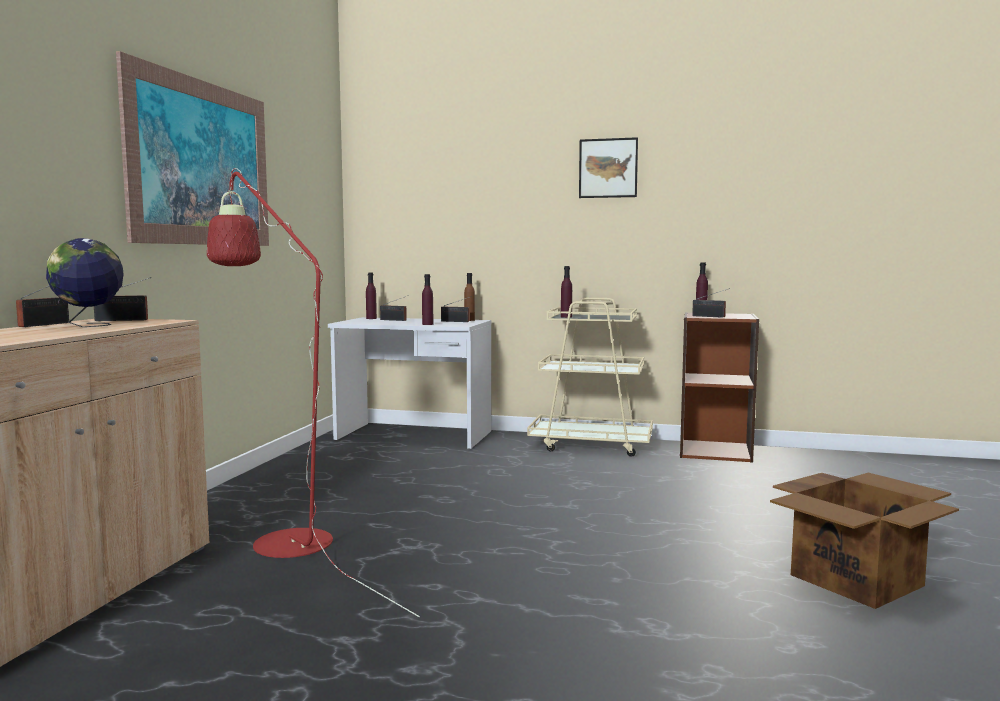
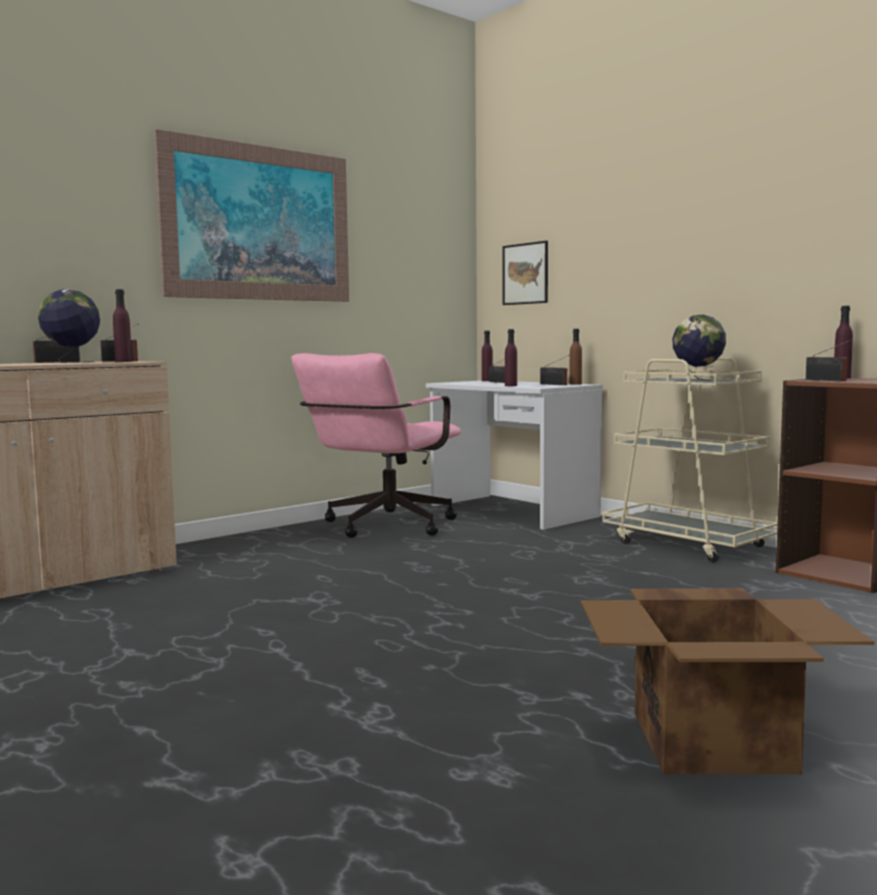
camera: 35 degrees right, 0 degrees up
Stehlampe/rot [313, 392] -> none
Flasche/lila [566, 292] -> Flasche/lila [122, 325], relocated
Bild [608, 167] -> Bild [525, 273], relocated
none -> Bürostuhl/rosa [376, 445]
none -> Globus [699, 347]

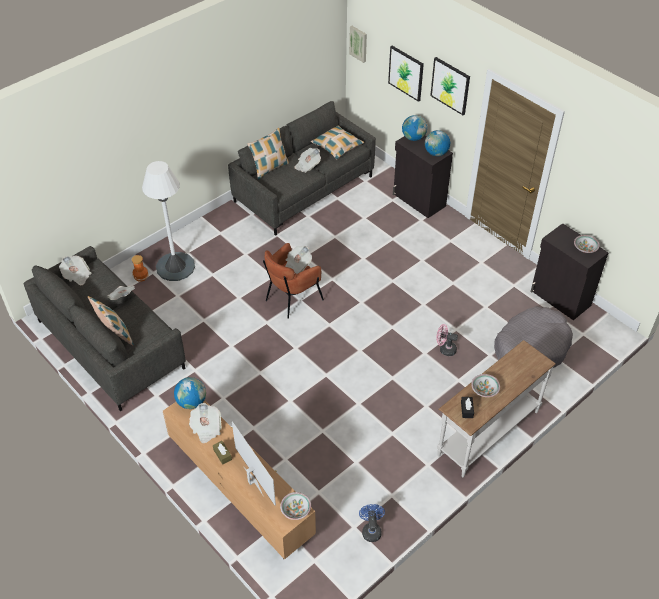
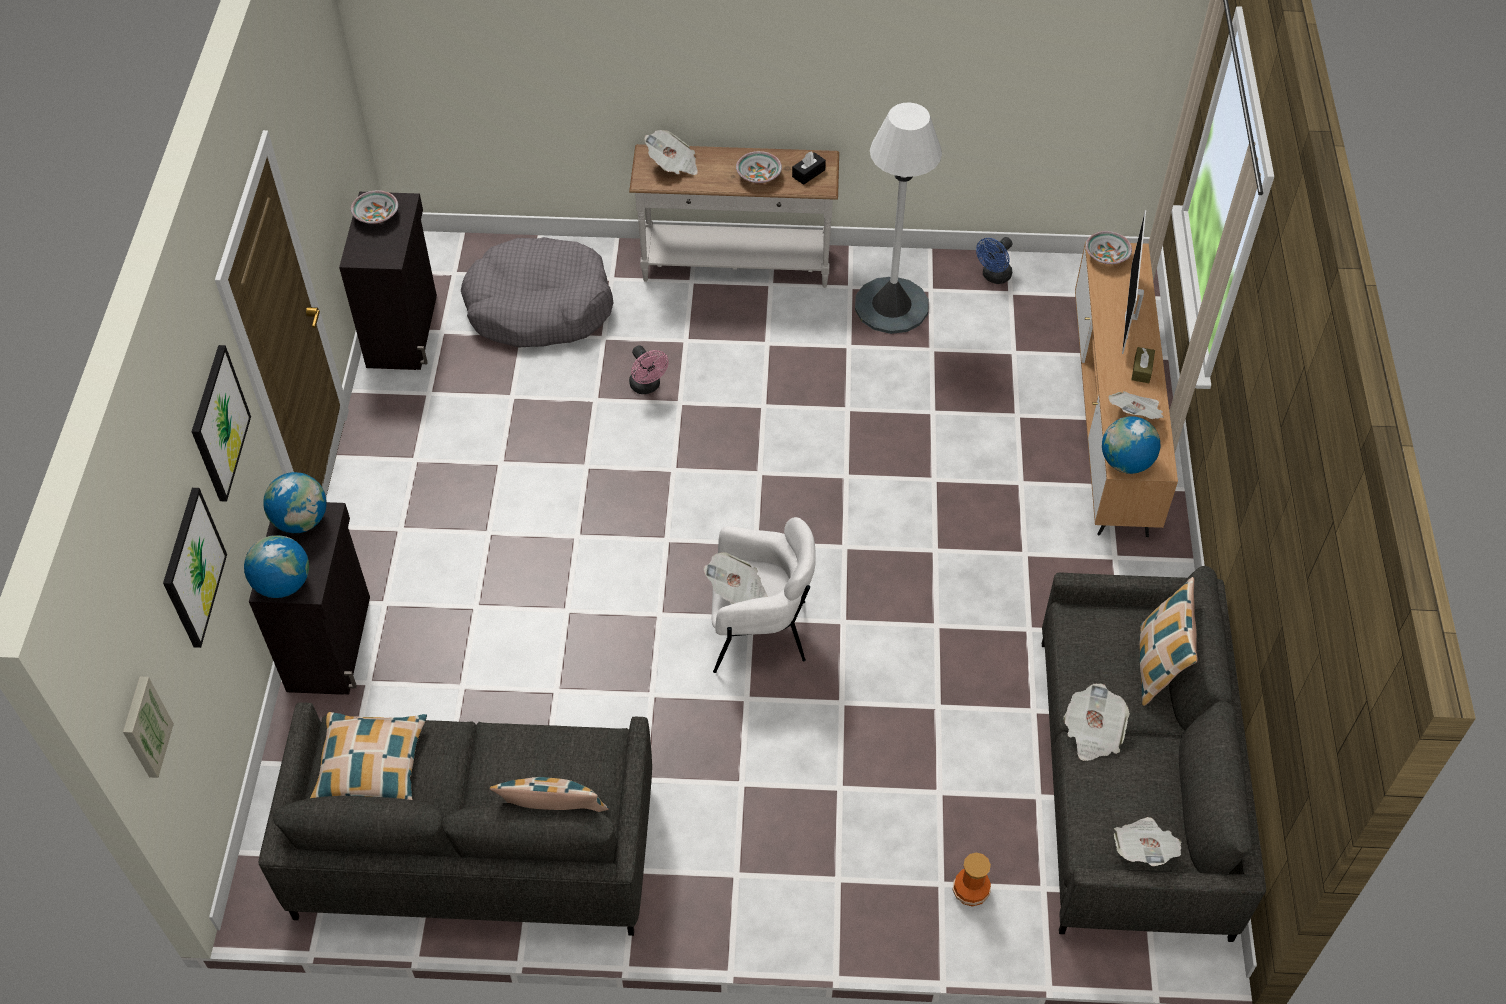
camera: 135 degrees left, 5 degrees up
Stehlampe/weiß [168, 221] -> Stehlampe/weiß [898, 218], relocated
Sessel/braun [293, 281] -> Sessel/weiß [764, 595]
Zeitung [308, 160] -> Zeitung [671, 152], relocated

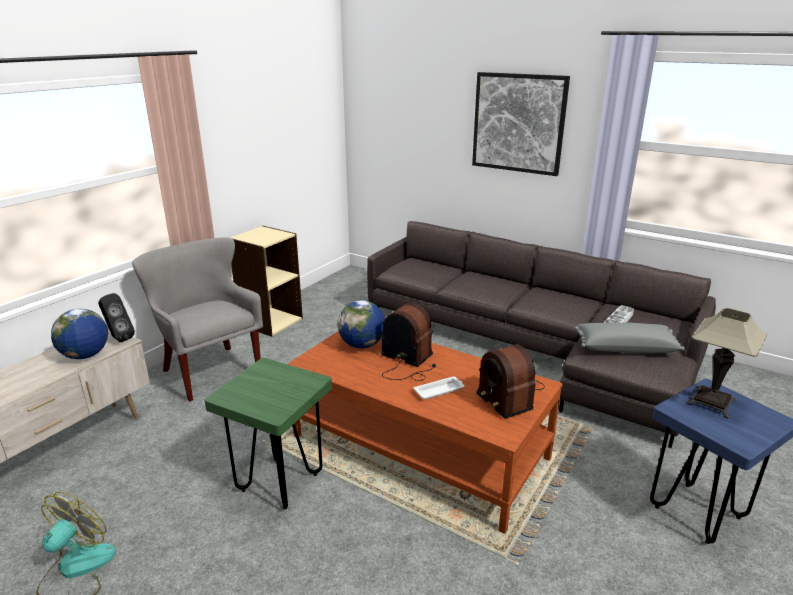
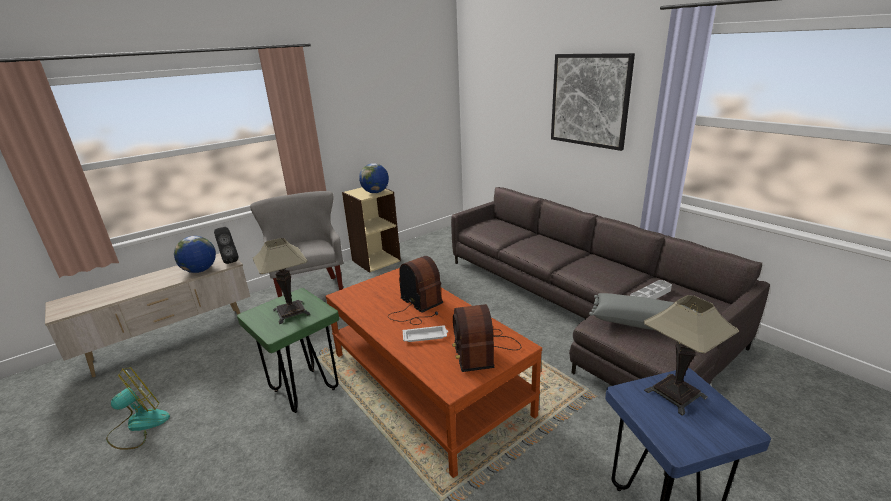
camera: 20 degrees right, 0 degrees up
Globus [361, 324] -> Globus [374, 178], relocated
none -> Tischlampe [281, 281]

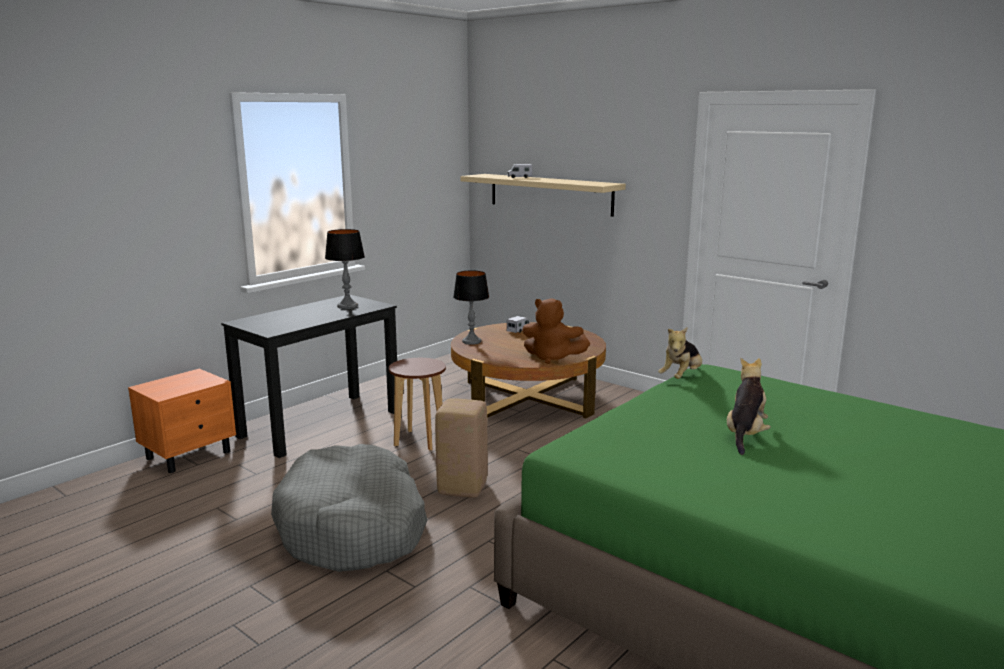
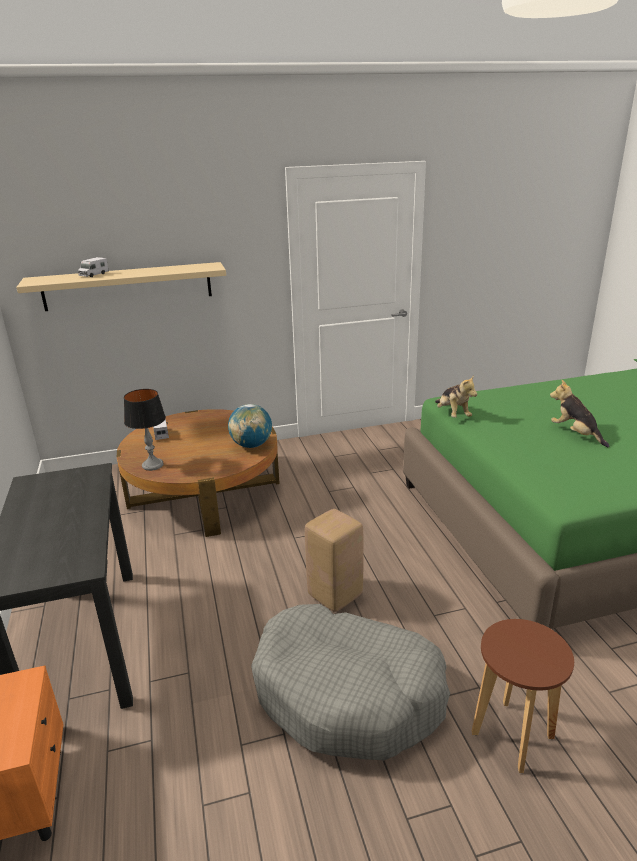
camera: 55 degrees left, 10 degrees up
Tischlampe [345, 269] -> none
Hocker/braun [417, 404] -> Hocker/braun [523, 696], relocated
Plüschtier/braun [556, 331] -> Globus [250, 426]

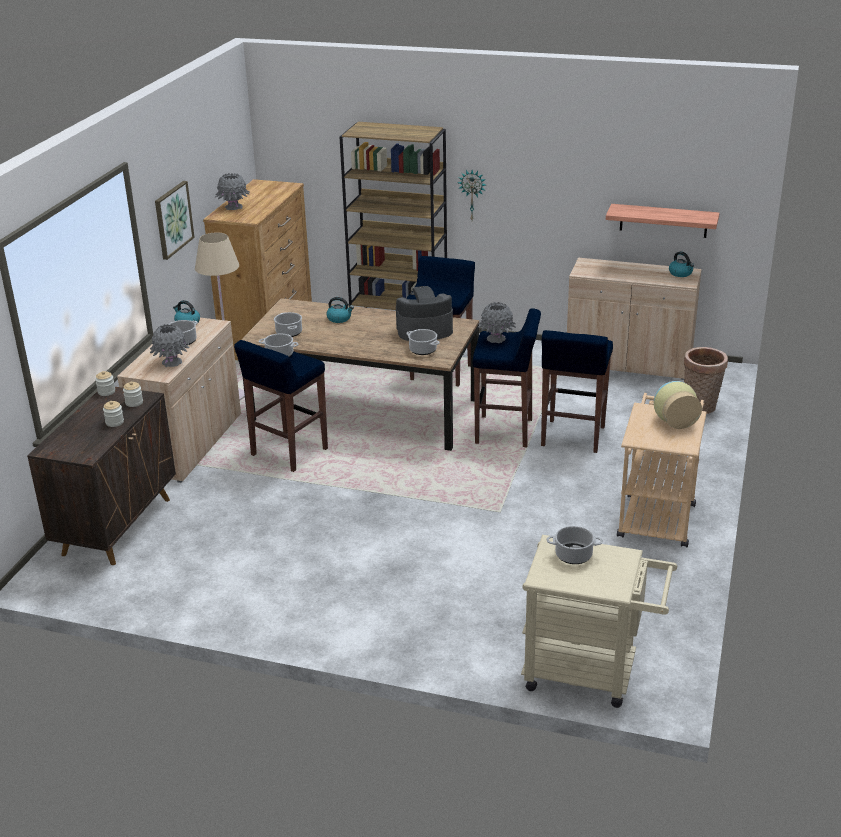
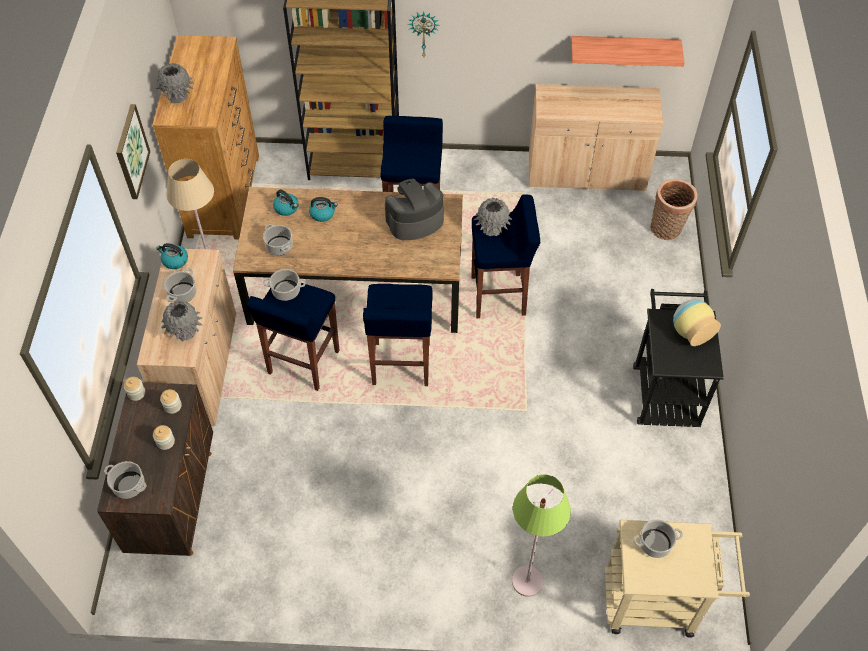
camera: 15 degrees left, 25 degrees up
Kochtopf [423, 342] -> Kochtopf [125, 480], relocated
Hocker/blau [577, 391] -> Hocker/blau [398, 335], relocated
Rollwagen/beige [662, 470] -> Rollwagen/schwarz [678, 358]
Wasserkessel [681, 264] -> Wasserkessel [286, 203], relocated
none -> Stehlampe/grün [541, 535]

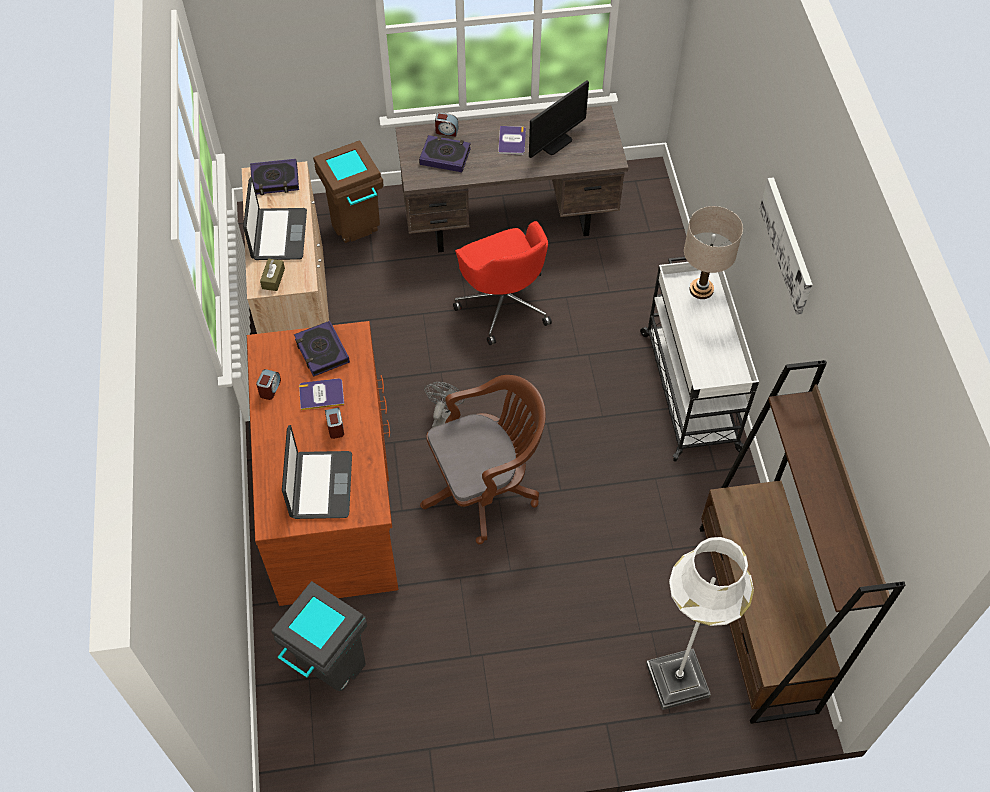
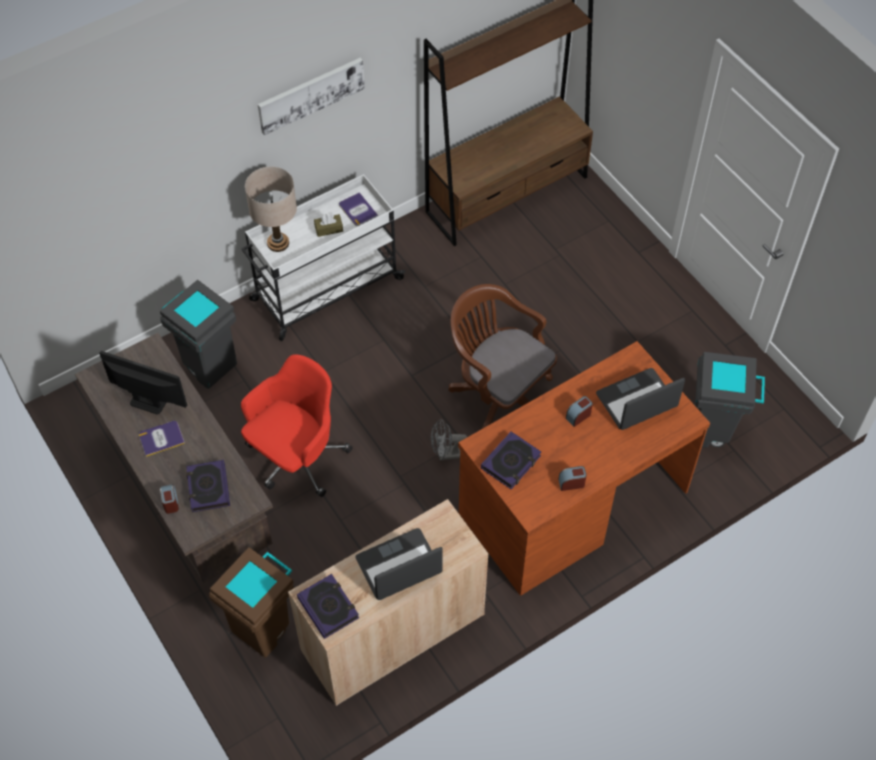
camera: 115 degrees left, 0 degrees up
Taschentuchbox/braun [272, 275] -> Taschentuchbox/braun [328, 225], relocated
Buch [321, 394] -> Buch [358, 209], relocated
Stehlampe/weiß [700, 623] -> none
none -> Mülleimer/grau [198, 334]

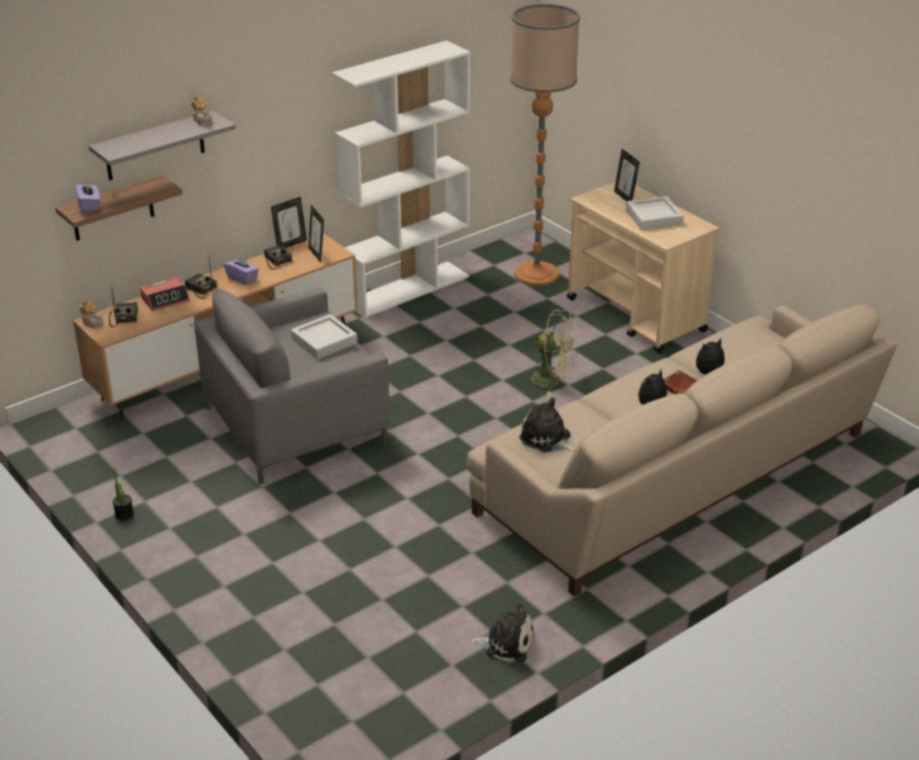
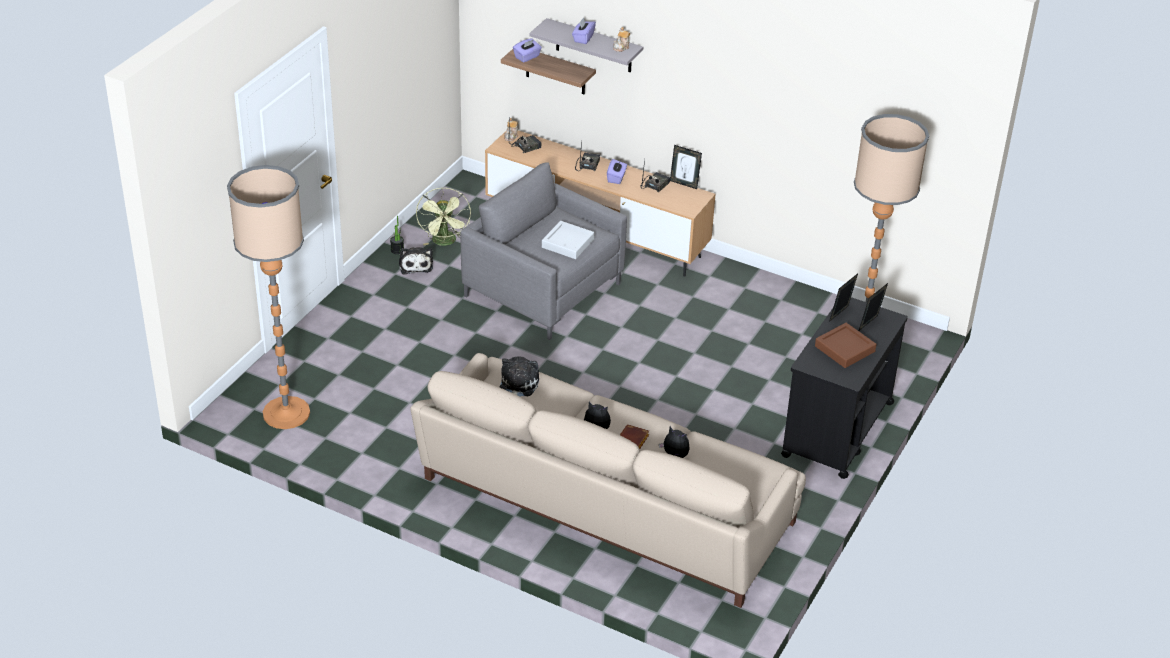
camera: 65 degrees right, 5 degrees up
Wecker [165, 294] -> none
Bilderrahmen [316, 234] -> Bilderrahmen [843, 297], relocated
Bücherregal/weiß [401, 179] -> none
Plüschtier [501, 632] -> Plüschtier [416, 261], relocated
Ventilator/grün [552, 353] -> Ventilator/grün [443, 217], relocated
Rollwagen/beige [643, 268] -> Rollwagen/schwarz [844, 388]
Tablett/grau [654, 213] -> Tablett/braun [845, 345]
none -> Stehlampe [268, 297]
none -> Taschentuchbox/lila [584, 30]

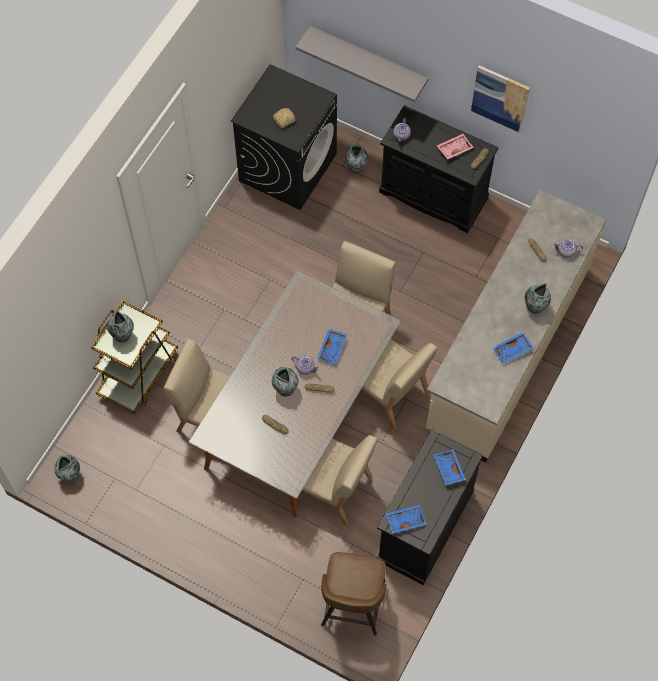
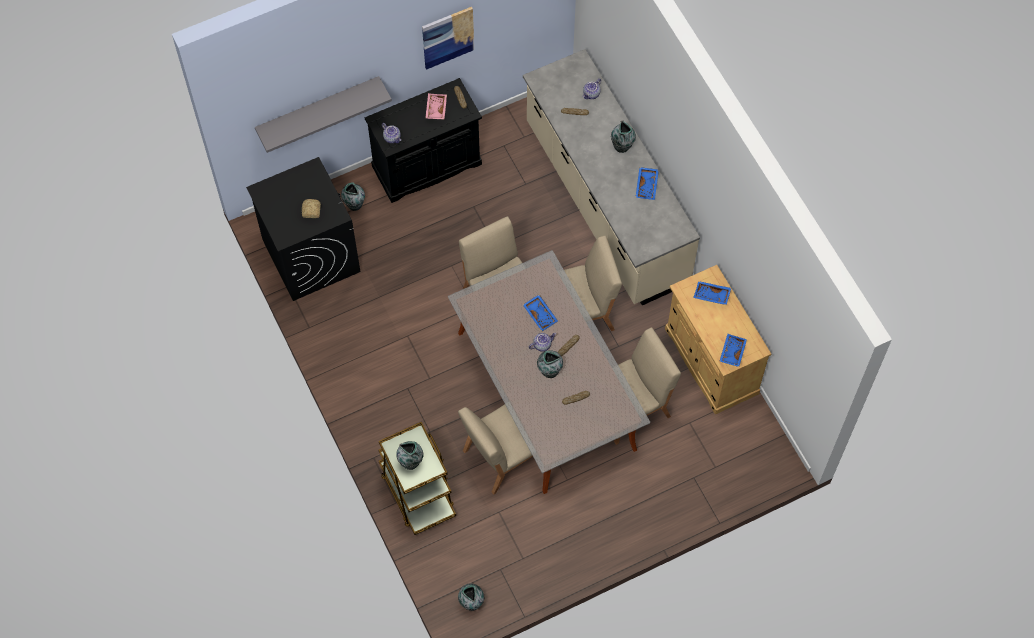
camera: 55 degrees left, 0 degrees up
Hocker/braun [354, 593] -> none
Schrank/schwarz [430, 507] -> Schrank/beige [718, 339]

